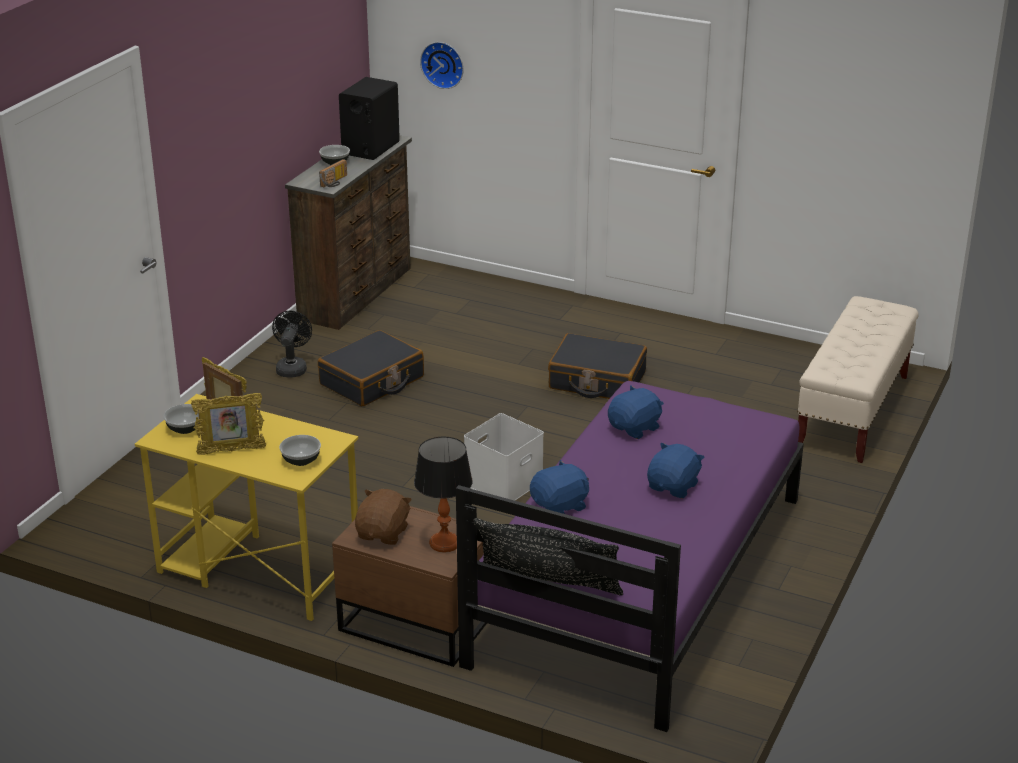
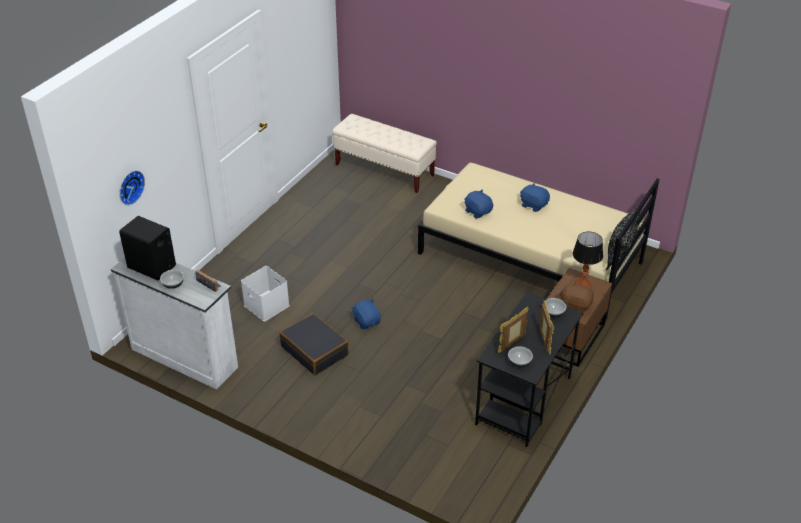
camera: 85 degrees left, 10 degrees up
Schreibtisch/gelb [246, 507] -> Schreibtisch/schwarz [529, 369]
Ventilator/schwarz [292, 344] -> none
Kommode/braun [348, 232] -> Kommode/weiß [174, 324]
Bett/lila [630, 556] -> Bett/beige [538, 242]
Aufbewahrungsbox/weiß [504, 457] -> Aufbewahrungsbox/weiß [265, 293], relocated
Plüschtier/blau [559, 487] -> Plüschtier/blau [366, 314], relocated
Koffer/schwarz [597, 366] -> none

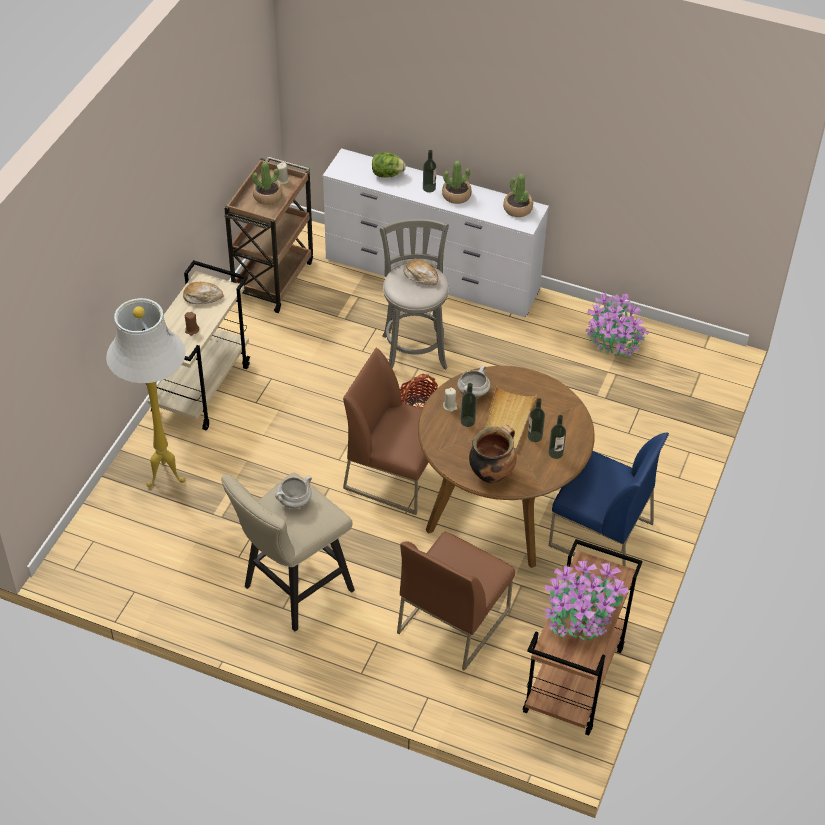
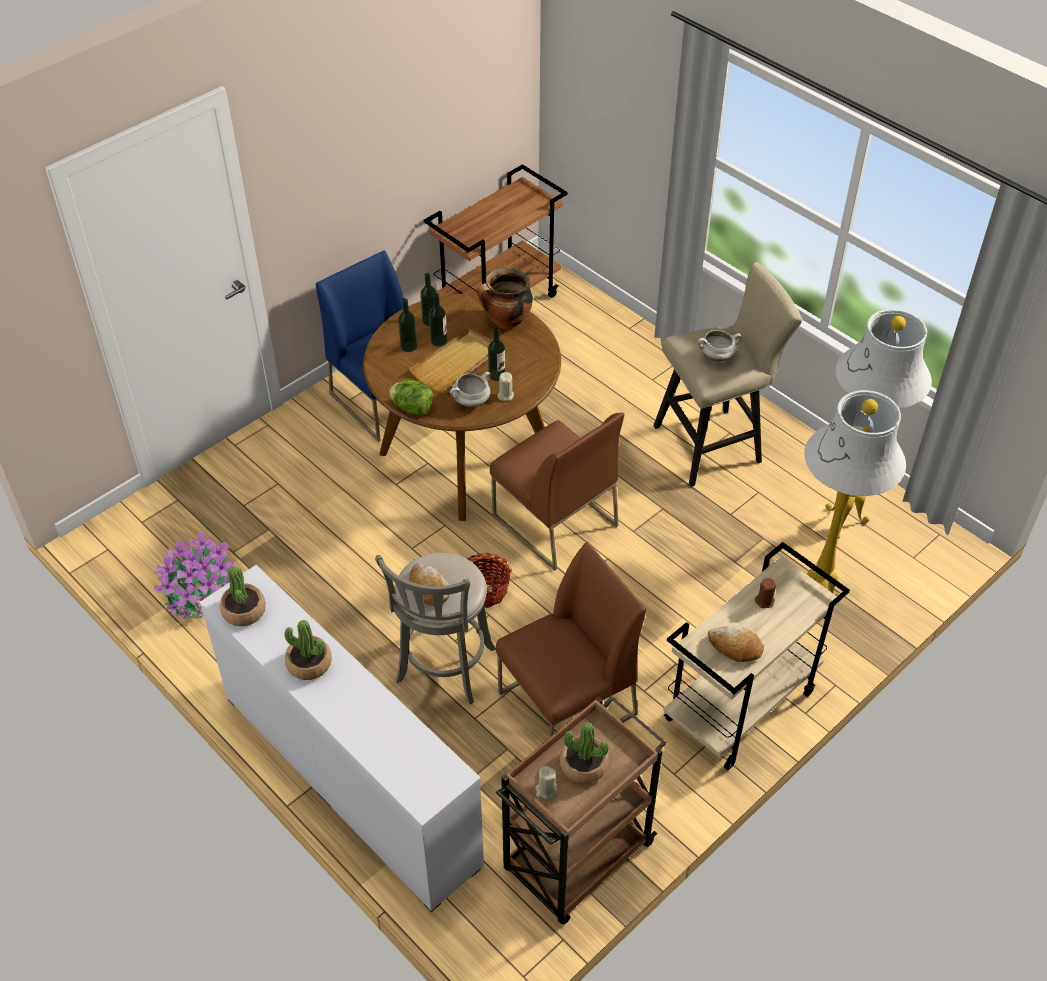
camera: 155 degrees left, 0 degrees up
Salatkopf [389, 164] -> Salatkopf [411, 398], relocated
Stuhl/braun [456, 601] -> Stuhl/braun [571, 640], relocated
Flasche [430, 171] -> Flasche [407, 325], relocated
Topfpflanze [586, 600] -> none
none -> Stehlampe/weiß [878, 424]

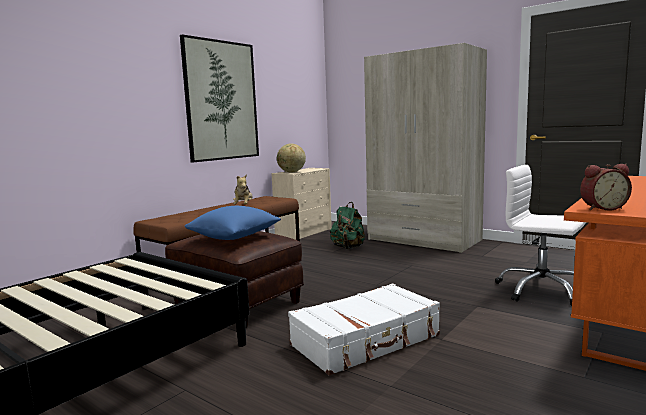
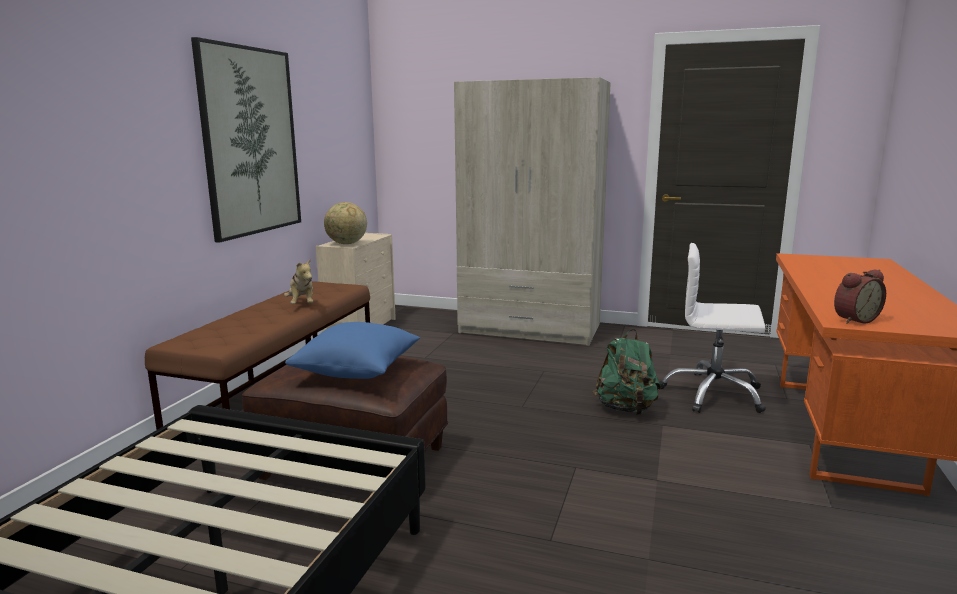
camera: 20 degrees left, 5 degrees up
Koffer/weiß [364, 329] -> none
Rucksack/grün [347, 225] -> Rucksack/grün [626, 372], relocated

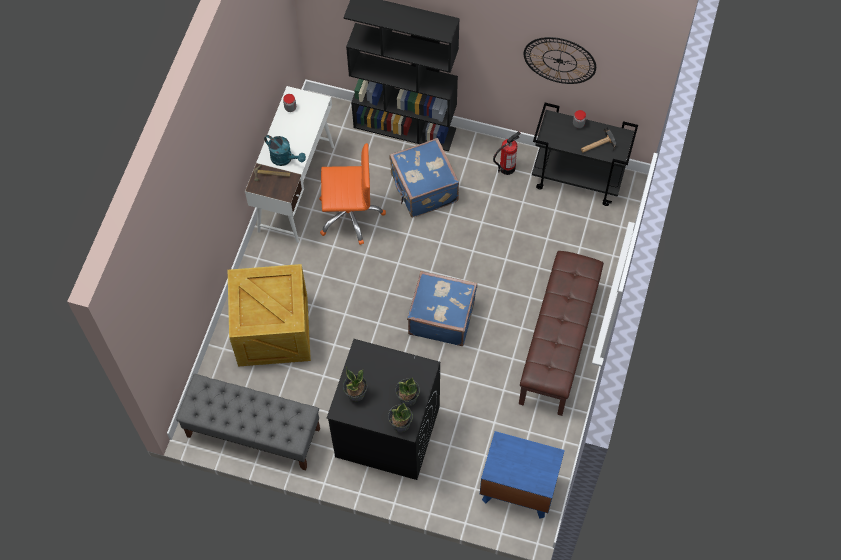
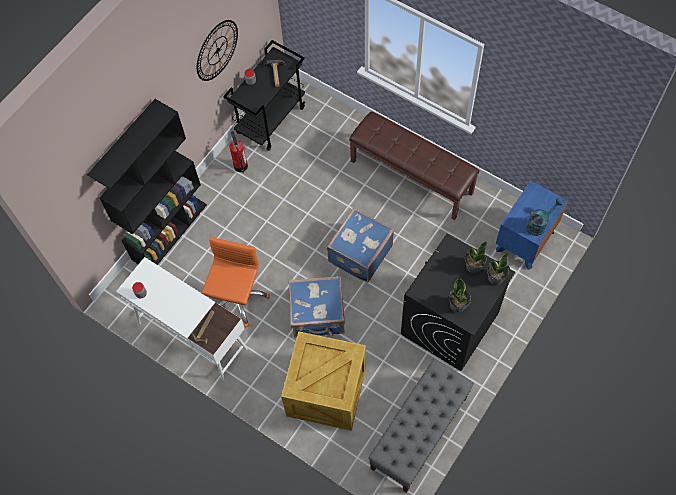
camera: 70 degrees left, 0 degrees up
Gießkanne/türkis [285, 150] -> Gießkanne/türkis [544, 217], relocated
Koffer/blau [424, 177] -> Koffer/blau [316, 306], relocated

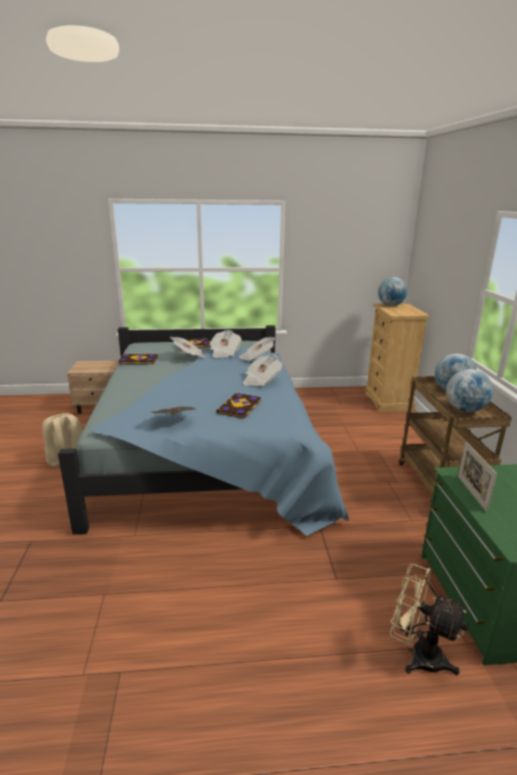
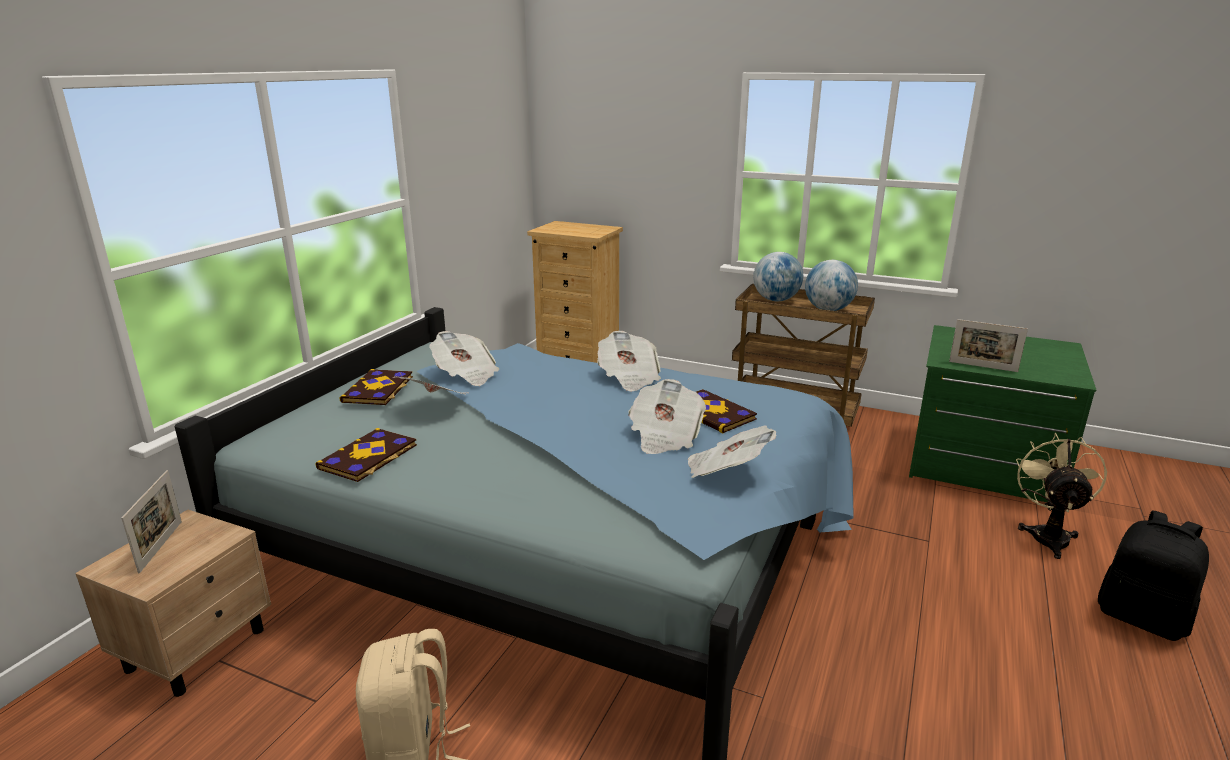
camera: 60 degrees left, 0 degrees up
Zeitung [257, 349] -> Zeitung [667, 416], relocated
Globus [392, 291] -> none
Ventilator/beige [429, 619] -> Ventilator/beige [1061, 496], 135 degrees clockwise
none -> Bilderrahmen [151, 522]
none -> Rucksack/schwarz [1153, 576]

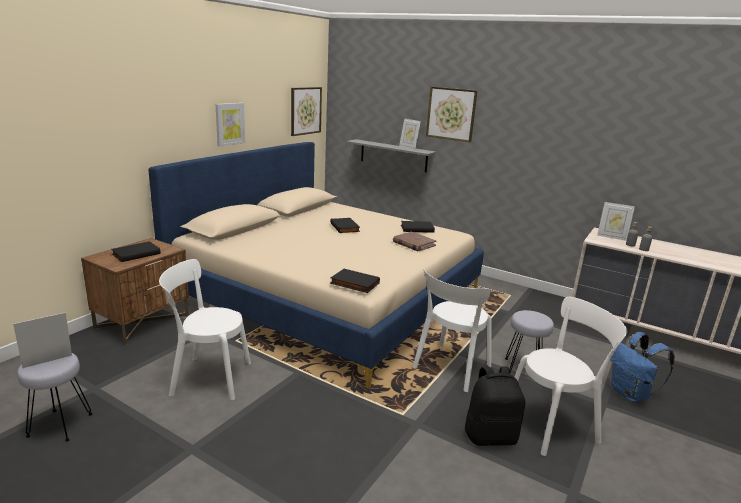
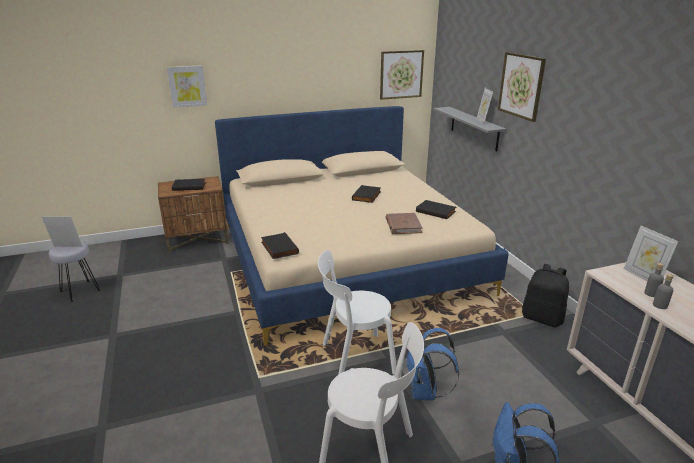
camera: 40 degrees right, 5 degrees up
Stuhl/weiß [205, 329] -> none
Bild [230, 124] -> Bild [187, 86], relocated
Rucksack/schwarz [495, 406] -> Rucksack/schwarz [545, 295], relocated
Hocker/grau [529, 342] -> Rucksack/blau [433, 364]

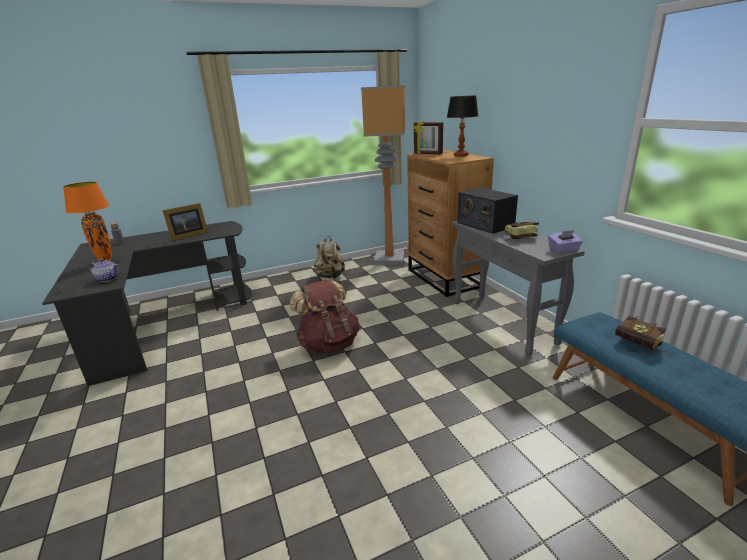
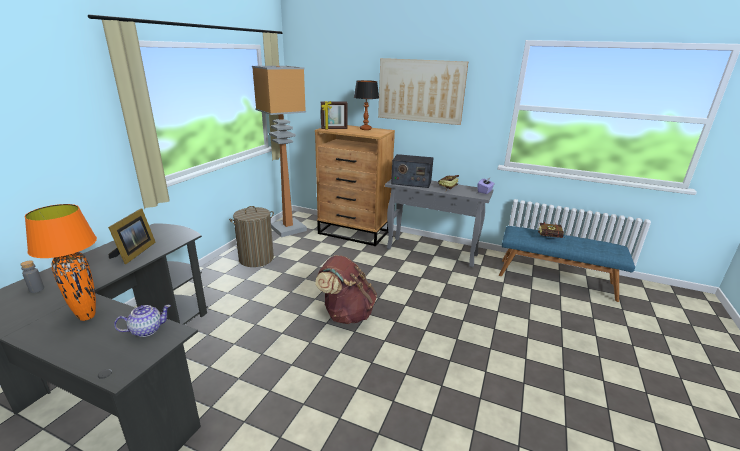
camera: 45 degrees left, 0 degrees up
Rucksack/beige [329, 257] -> Wäschekorb [251, 236]
none -> Bild [423, 91]

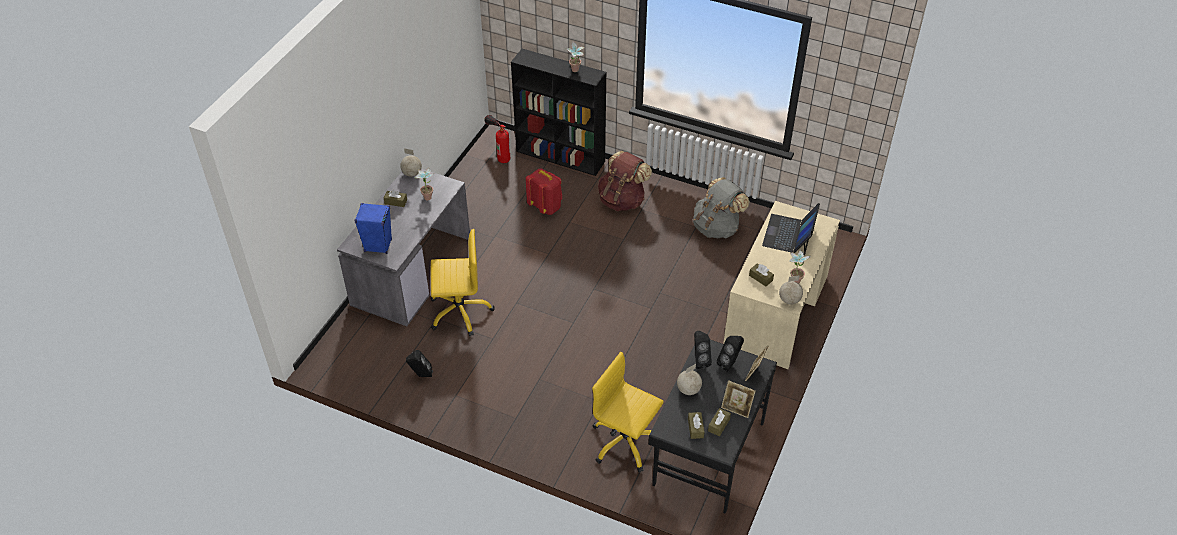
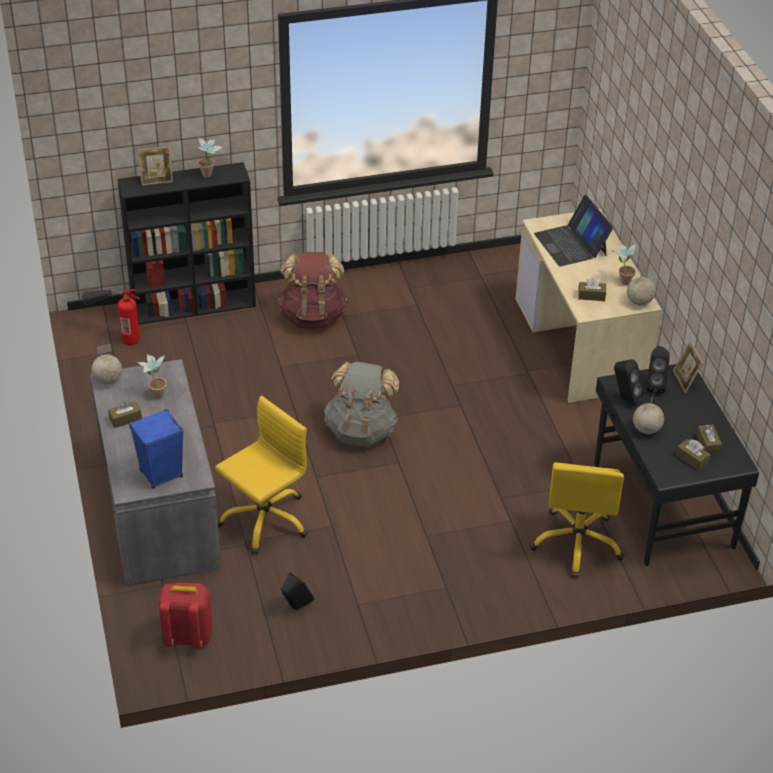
camera: 40 degrees left, 5 degrees down
Rucksack/rot [544, 191] -> Rucksack/rot [185, 616], relocated
Bürostuhl/gelb [628, 412] -> Bürostuhl/gelb [577, 520], 75 degrees counterclockwise
Rucksack/grau [721, 207] -> Rucksack/grau [361, 404], relocated
Bilderrahmen [738, 399] -> Bilderrahmen [155, 166], relocated

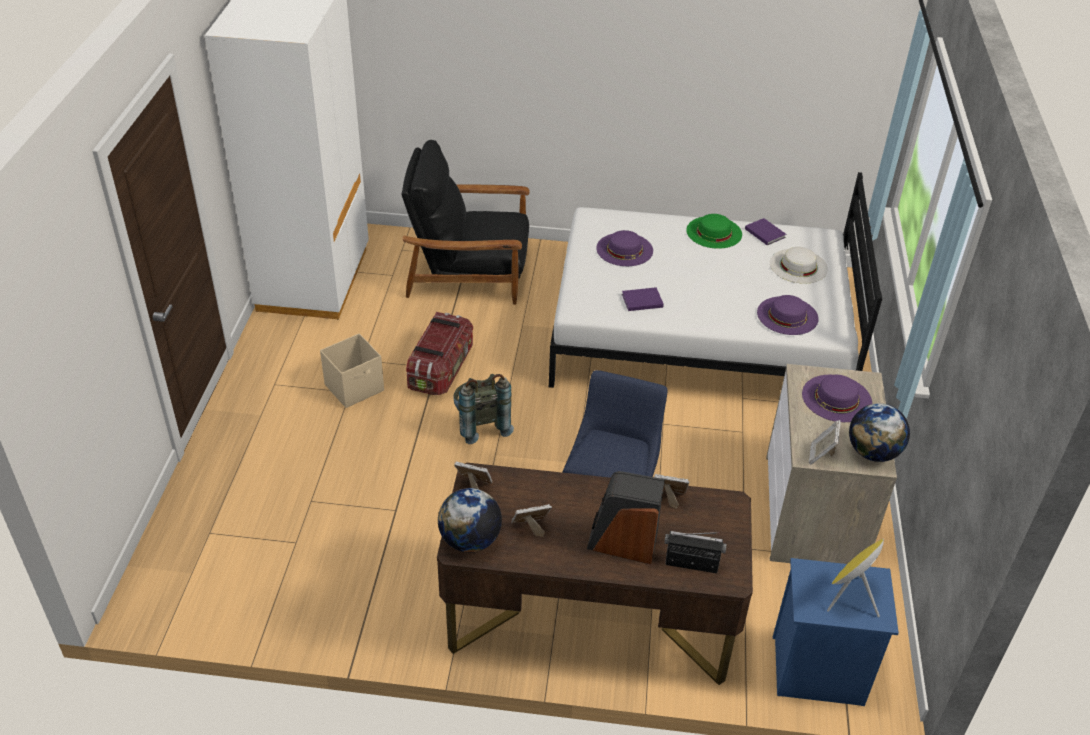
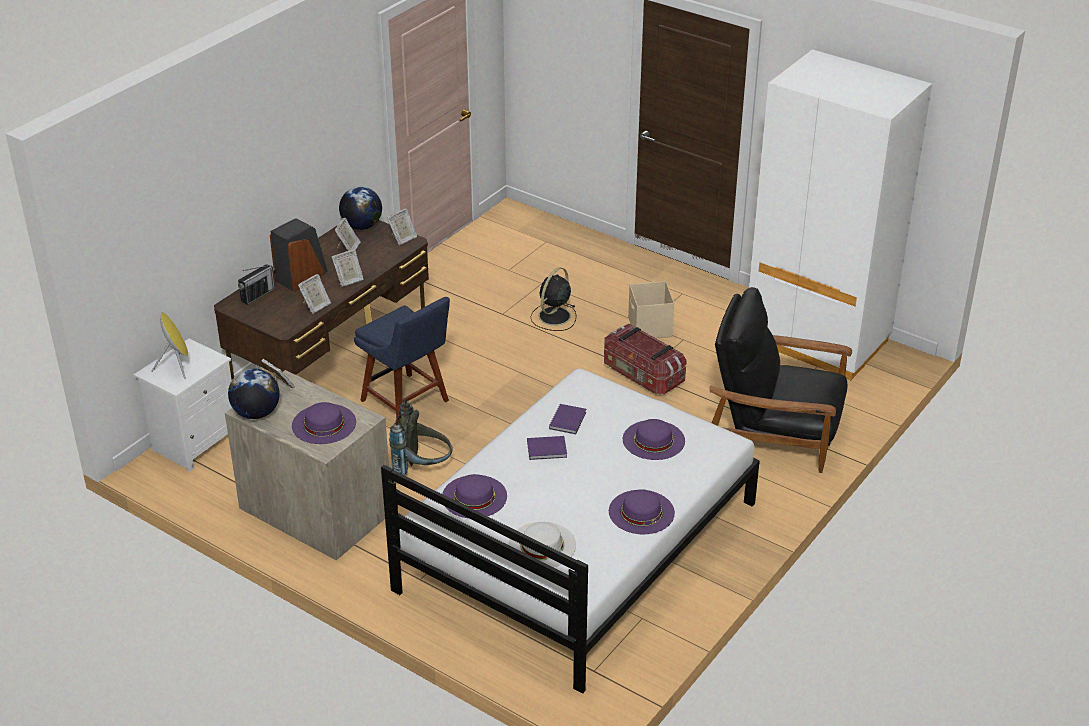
camera: 120 degrees right, 5 degrees down
Sessel/schwarz [465, 222] -> Sessel/schwarz [780, 380], 105 degrees counterclockwise
Rucksack/grau [483, 409] -> Rucksack/grau [421, 437], relocated
Hut/grün [714, 231] -> Hut/lila [642, 511]
Buch/lila [765, 231] -> Buch/lila [547, 448], relocated
Nachttisch/blau [836, 632] -> Nachttisch/weiß [183, 405]
none -> Bilderrahmen [348, 268]
none -> Ventilator/schwarz [553, 299]

